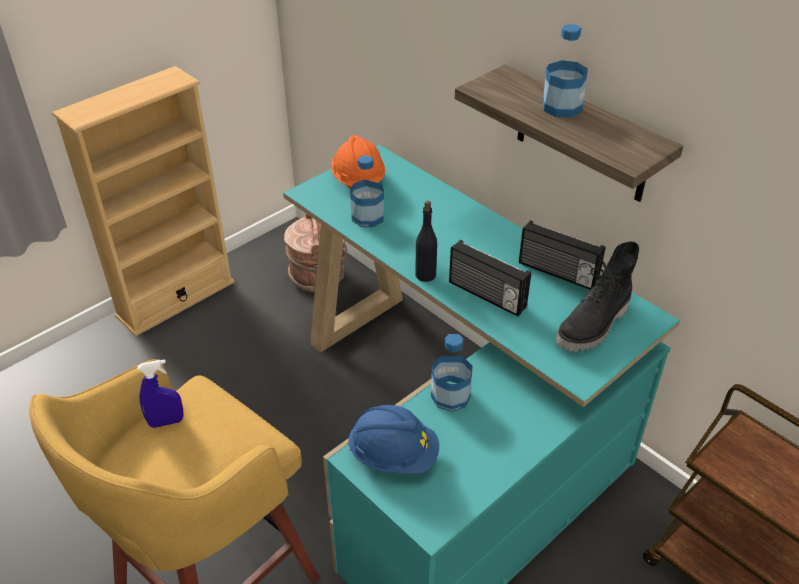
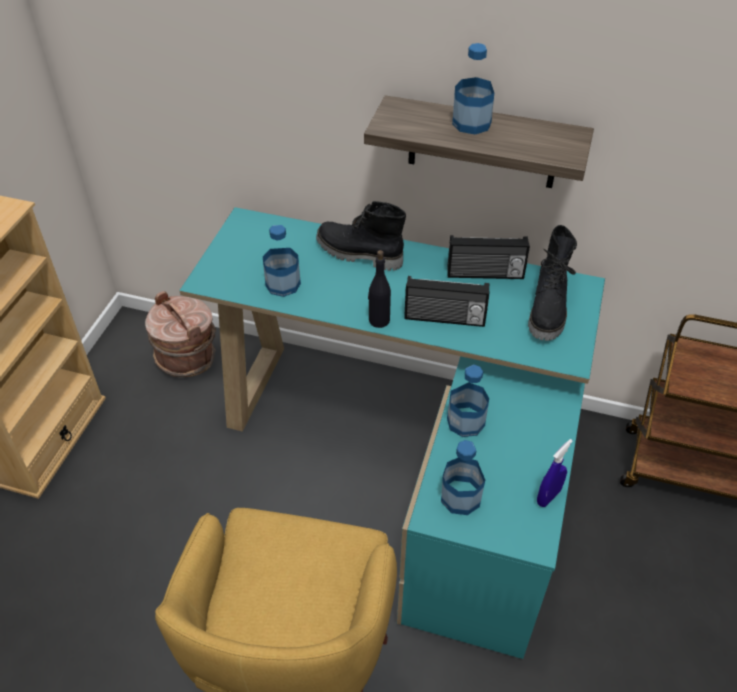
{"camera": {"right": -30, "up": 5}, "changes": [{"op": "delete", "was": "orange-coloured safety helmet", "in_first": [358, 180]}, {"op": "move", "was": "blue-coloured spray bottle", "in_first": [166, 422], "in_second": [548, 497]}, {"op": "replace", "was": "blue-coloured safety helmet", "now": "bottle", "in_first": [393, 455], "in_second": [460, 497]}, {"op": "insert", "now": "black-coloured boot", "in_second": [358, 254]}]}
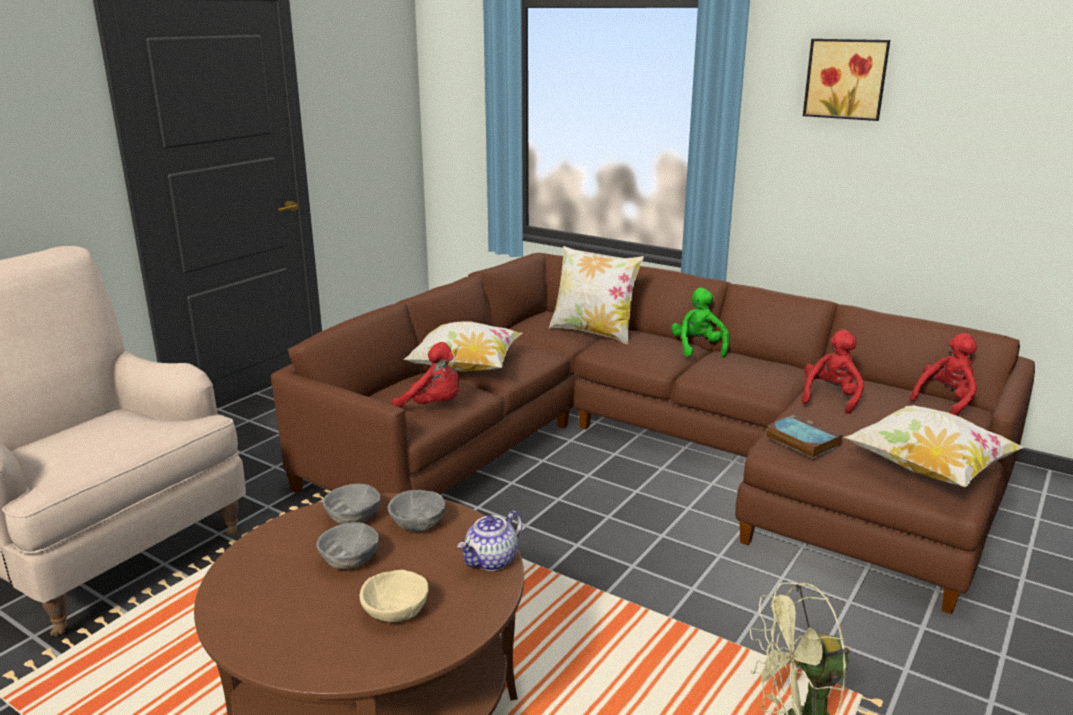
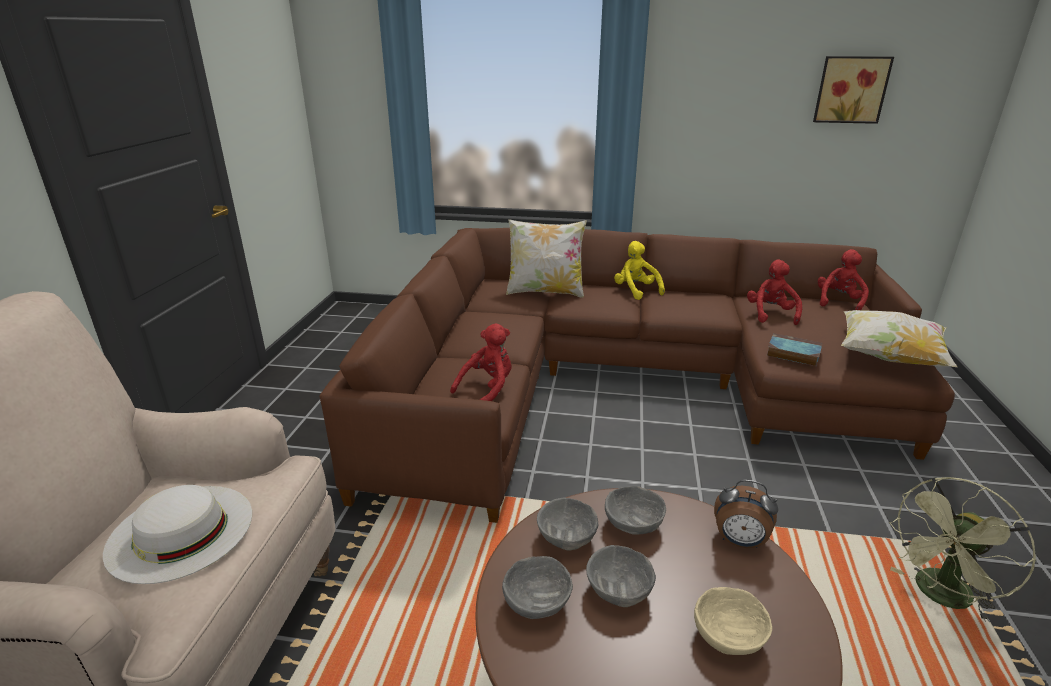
{"camera": {"right": -25, "up": 5}, "changes": [{"op": "move", "was": "picture", "in_first": [846, 79], "in_second": [850, 89]}, {"op": "recolor", "was": "greenish soft toy", "now": "yellowish soft toy", "in_first": [698, 348], "in_second": [636, 291]}, {"op": "delete", "was": "cushion", "in_first": [466, 369]}, {"op": "rotate", "was": "red-coloured soft toy", "in_first": [433, 406], "in_second": [488, 389], "clockwise": -45}, {"op": "replace", "was": "tea pot", "now": "bedside clock", "in_first": [491, 561], "in_second": [739, 542]}, {"op": "insert", "now": "white hat", "in_second": [181, 531]}, {"op": "insert", "now": "grey serving bowl", "in_second": [537, 602]}]}
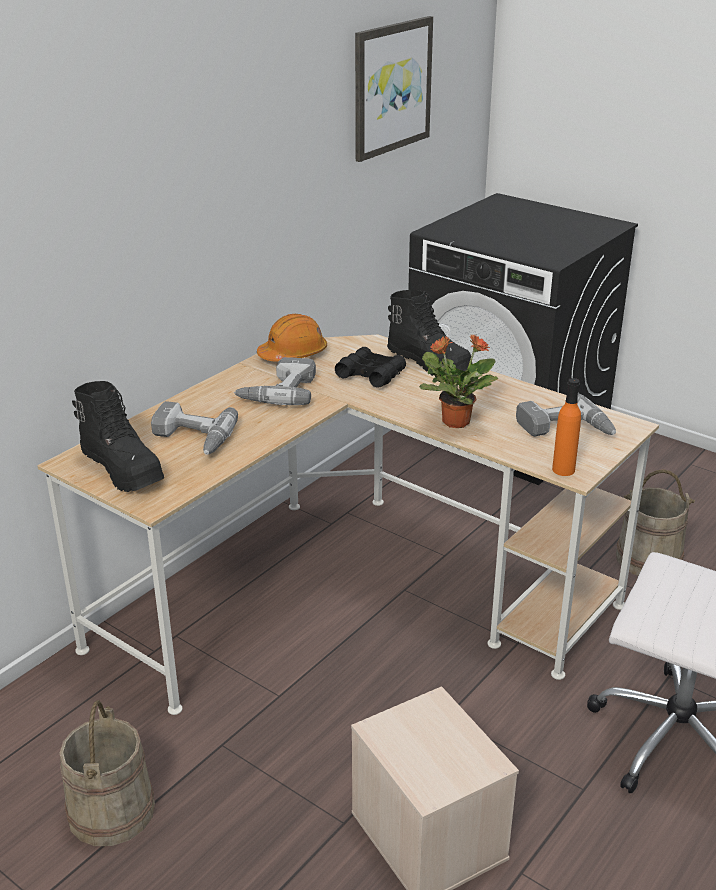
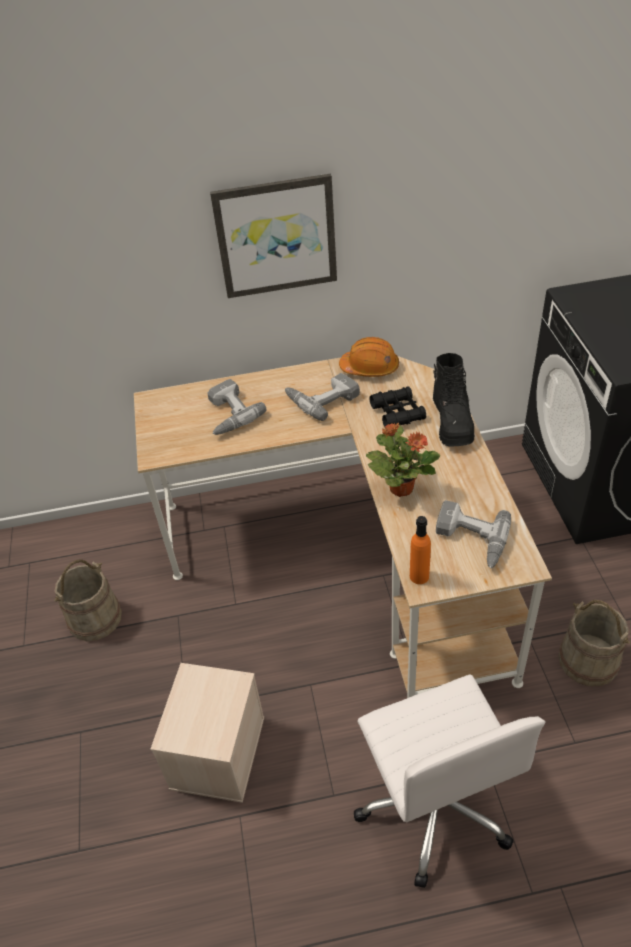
{"camera": {"right": 45, "up": 15}, "changes": [{"op": "move", "was": "picture", "in_first": [391, 87], "in_second": [276, 236]}, {"op": "delete", "was": "black-coloured boot", "in_first": [123, 469]}]}
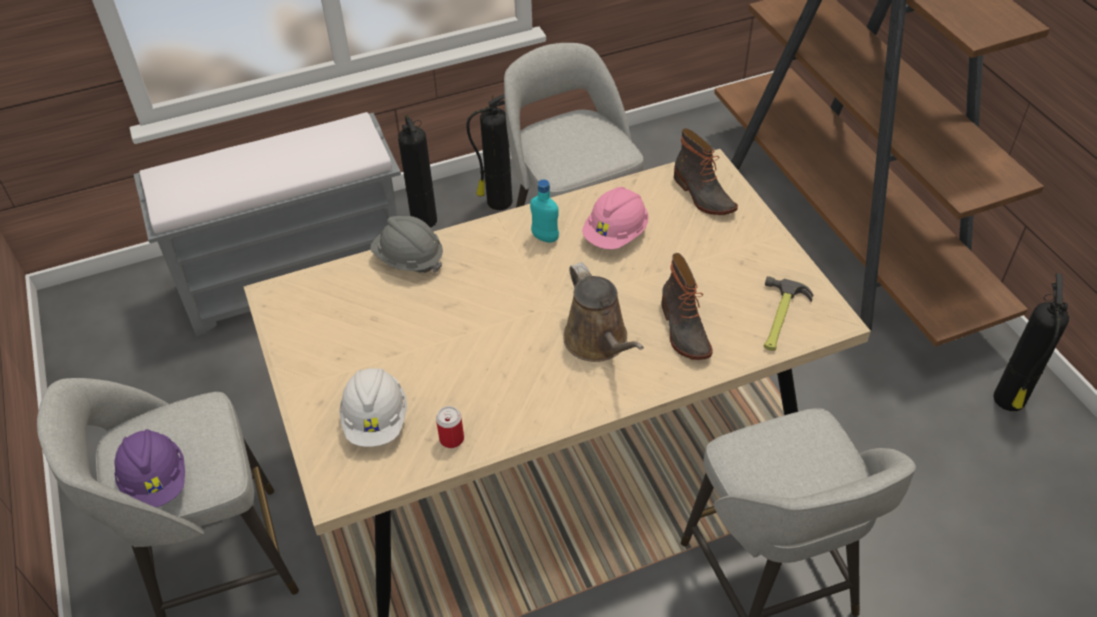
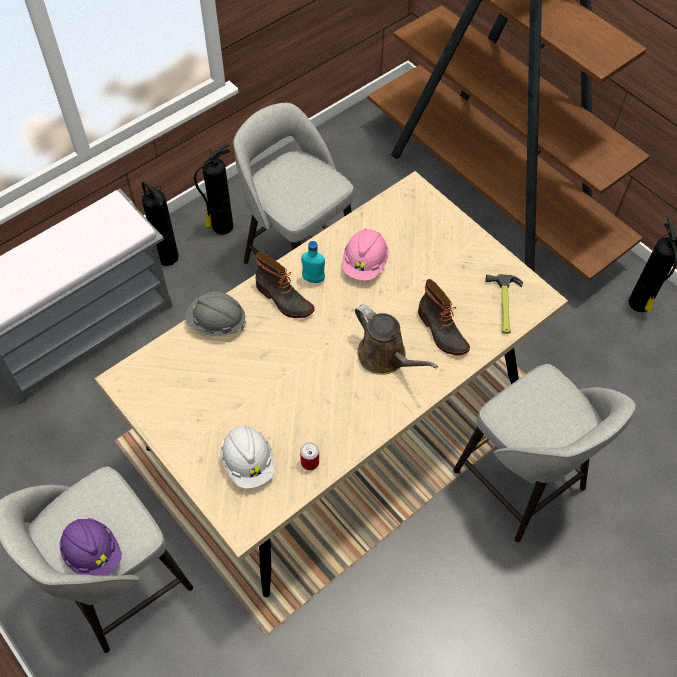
{"camera": {"right": -20, "up": 10}, "changes": [{"op": "move", "was": "boot", "in_first": [702, 195], "in_second": [283, 300]}]}
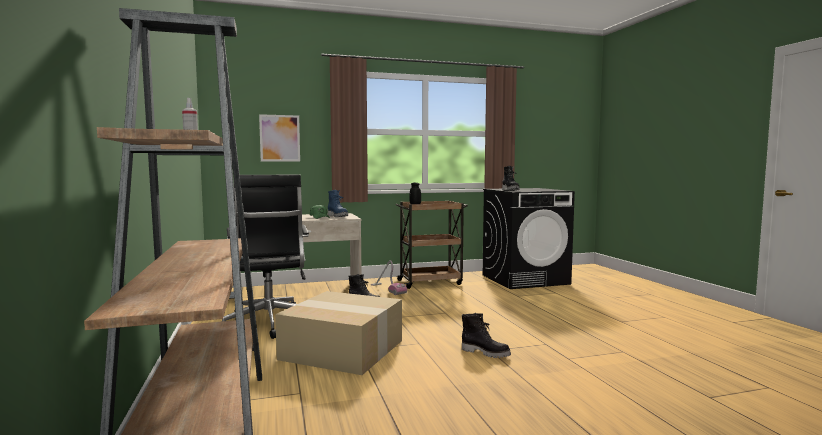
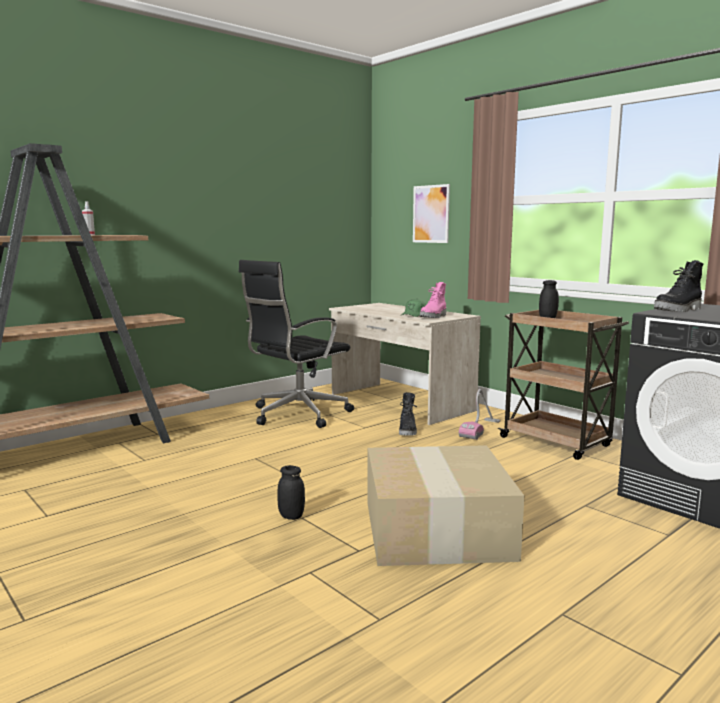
{"camera": {"right": 65, "up": 5}, "changes": [{"op": "recolor", "was": "blue-coloured boot", "now": "pink boot", "in_first": [338, 216], "in_second": [434, 317]}, {"op": "move", "was": "cardboard box", "in_first": [340, 350], "in_second": [434, 528]}, {"op": "replace", "was": "black-coloured boot", "now": "black-coloured preserve jar", "in_first": [486, 353], "in_second": [291, 516]}]}
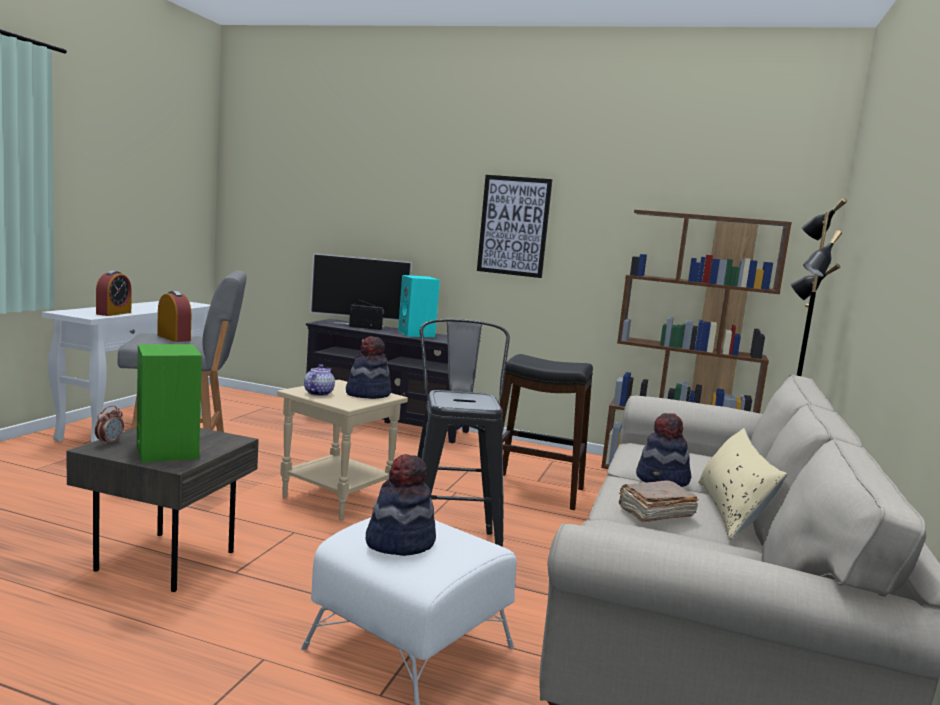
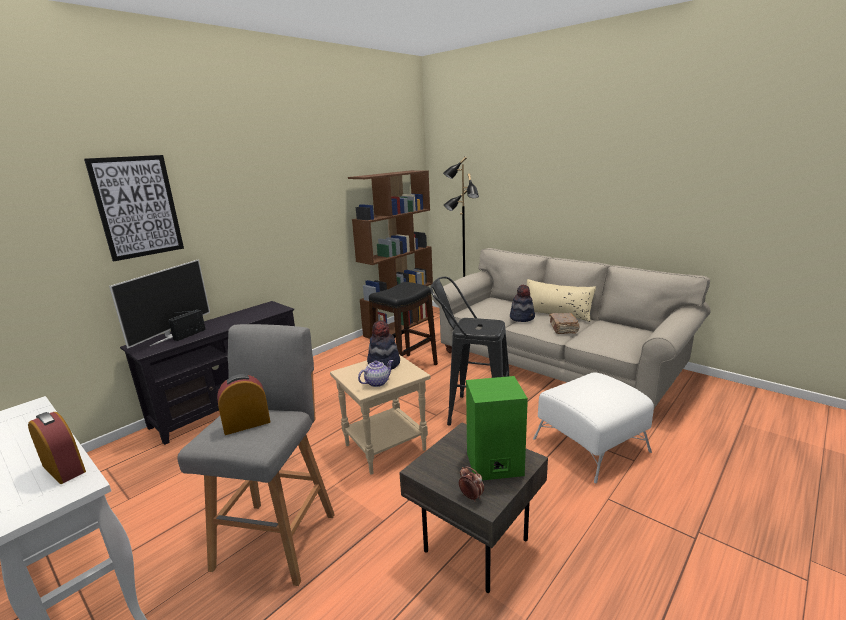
{"camera": {"right": -65, "up": 10}, "changes": [{"op": "move", "was": "picture", "in_first": [514, 226], "in_second": [137, 207]}, {"op": "delete", "was": "blue-green audio speaker", "in_first": [417, 334]}, {"op": "rotate", "was": "tea pot", "in_first": [318, 393], "in_second": [377, 382], "clockwise": 105}, {"op": "delete", "was": "hat", "in_first": [400, 542]}]}
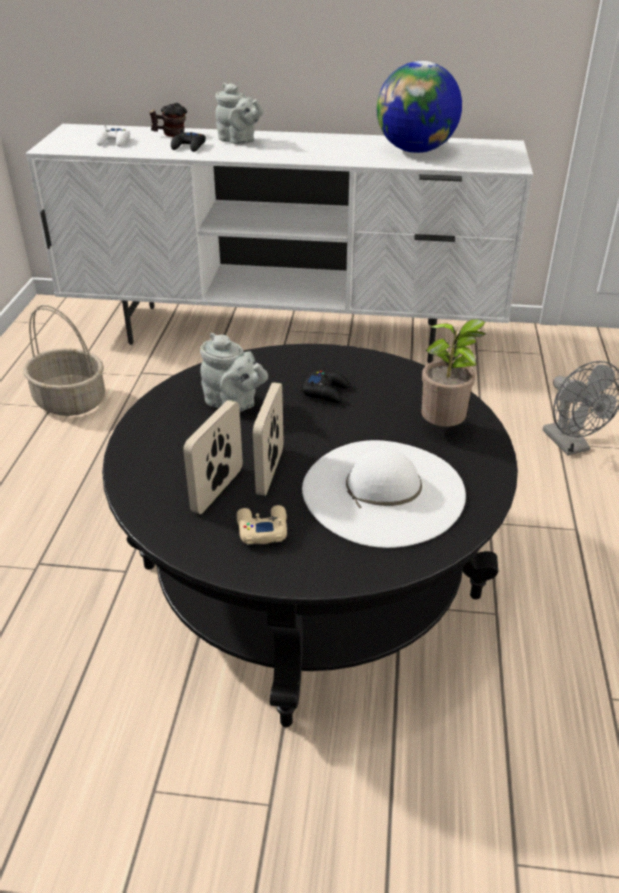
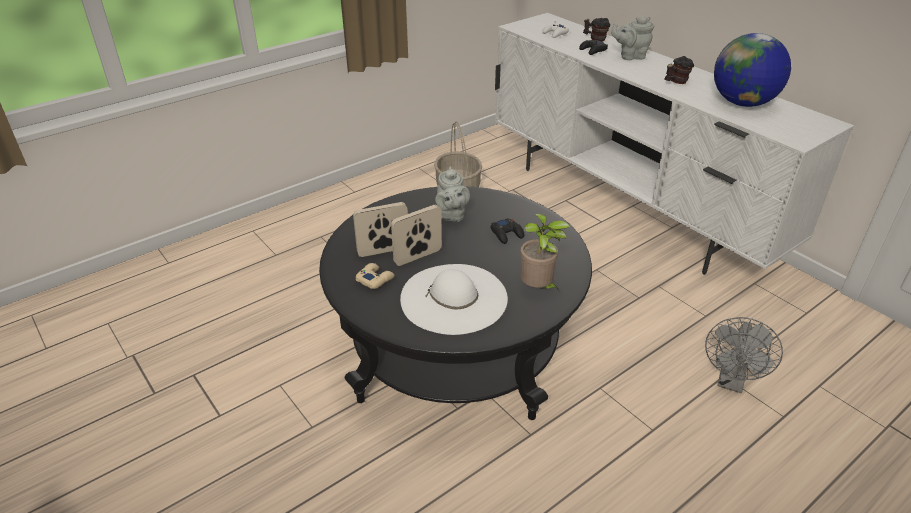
{"camera": {"right": 45, "up": 0}, "changes": [{"op": "rotate", "was": "grey tea pot", "in_first": [239, 141], "in_second": [630, 56], "clockwise": 90}, {"op": "insert", "now": "coffee mug", "in_second": [676, 82]}]}
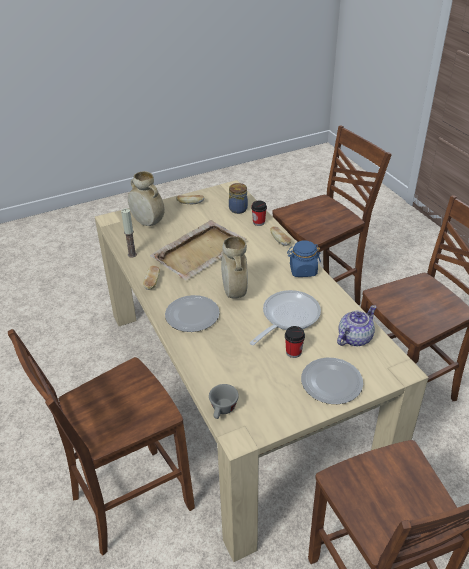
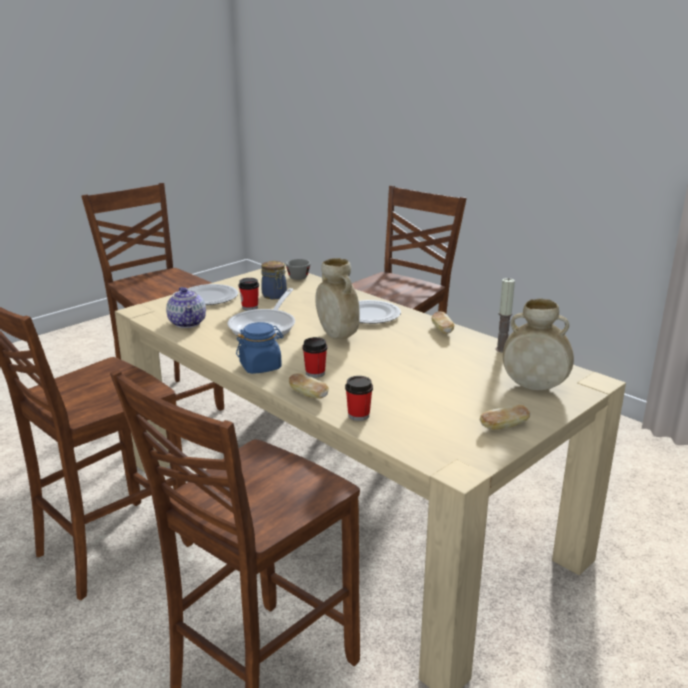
{"camera": {"right": 160, "up": -15}, "changes": [{"op": "move", "was": "preserve jar", "in_first": [238, 208], "in_second": [274, 296]}, {"op": "delete", "was": "beige-coloured tray", "in_first": [200, 251]}, {"op": "rotate", "was": "tea pot", "in_first": [354, 338], "in_second": [187, 323], "clockwise": -45}, {"op": "insert", "now": "cup", "in_second": [315, 373]}]}
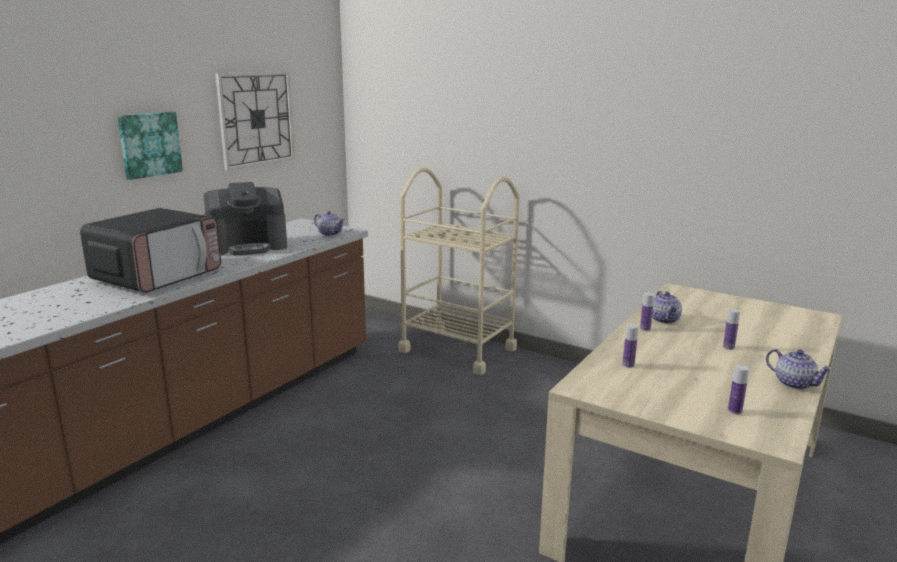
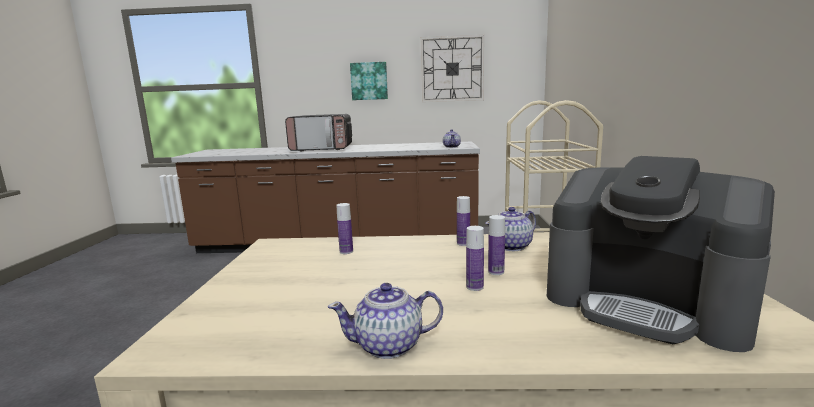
{"camera": {"right": 60, "up": -5}, "changes": [{"op": "move", "was": "coffee maker", "in_first": [248, 246], "in_second": [645, 303]}, {"op": "rotate", "was": "tea pot", "in_first": [794, 383], "in_second": [389, 345], "clockwise": 60}, {"op": "move", "was": "bottle", "in_first": [735, 411], "in_second": [496, 272]}]}
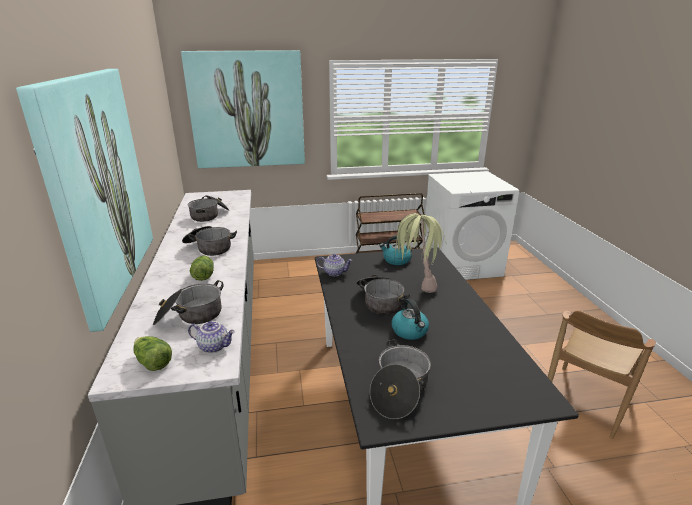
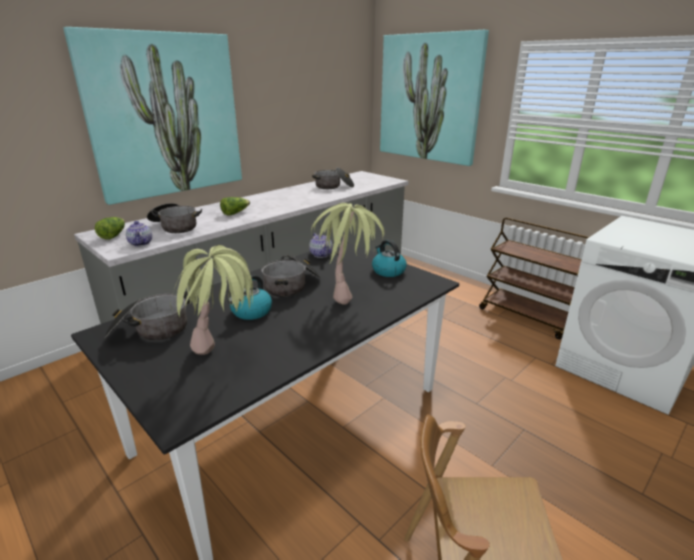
{"camera": {"right": 55, "up": 0}, "changes": [{"op": "delete", "was": "saucepot", "in_first": [209, 248]}, {"op": "insert", "now": "houseplant", "in_second": [224, 358]}]}
